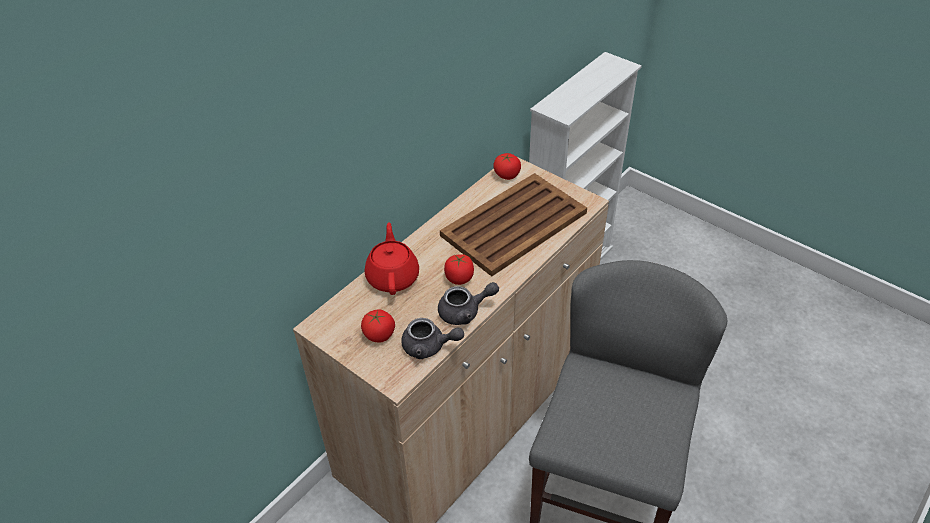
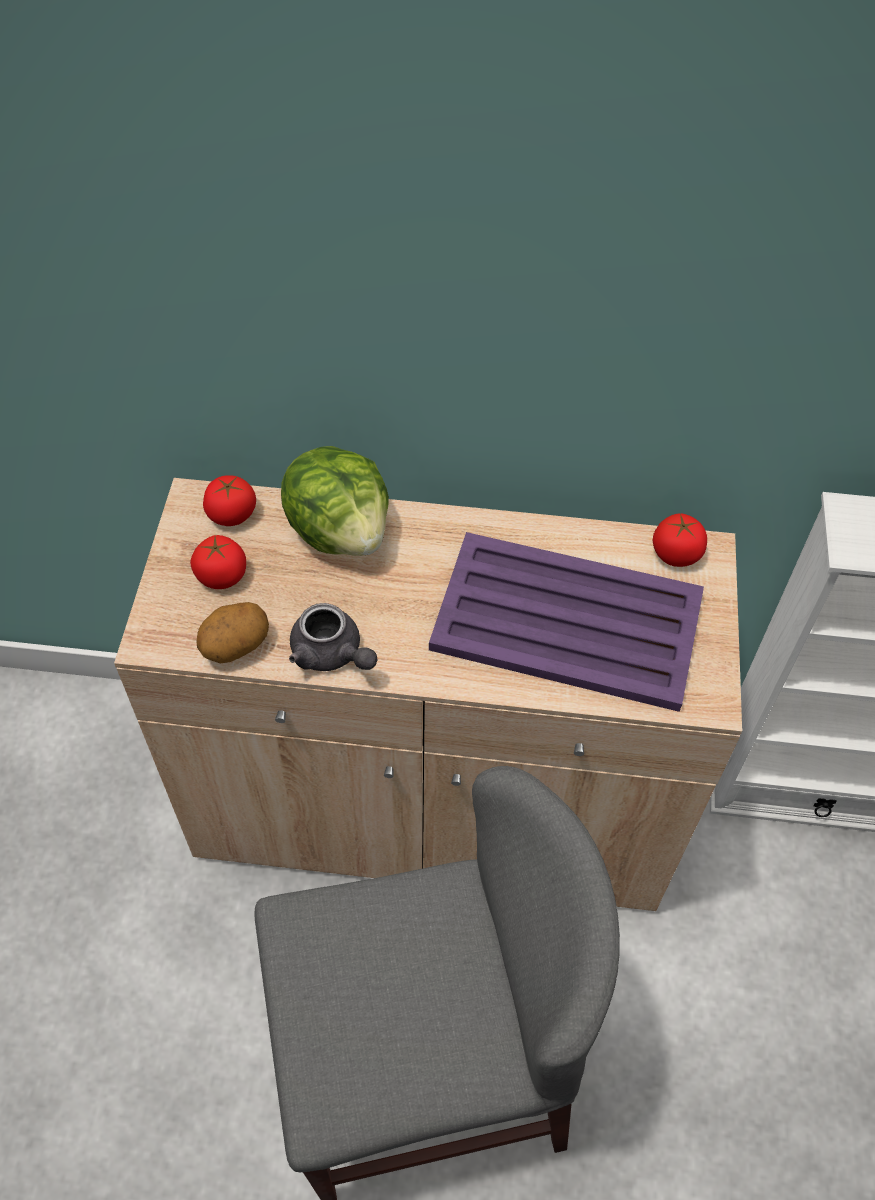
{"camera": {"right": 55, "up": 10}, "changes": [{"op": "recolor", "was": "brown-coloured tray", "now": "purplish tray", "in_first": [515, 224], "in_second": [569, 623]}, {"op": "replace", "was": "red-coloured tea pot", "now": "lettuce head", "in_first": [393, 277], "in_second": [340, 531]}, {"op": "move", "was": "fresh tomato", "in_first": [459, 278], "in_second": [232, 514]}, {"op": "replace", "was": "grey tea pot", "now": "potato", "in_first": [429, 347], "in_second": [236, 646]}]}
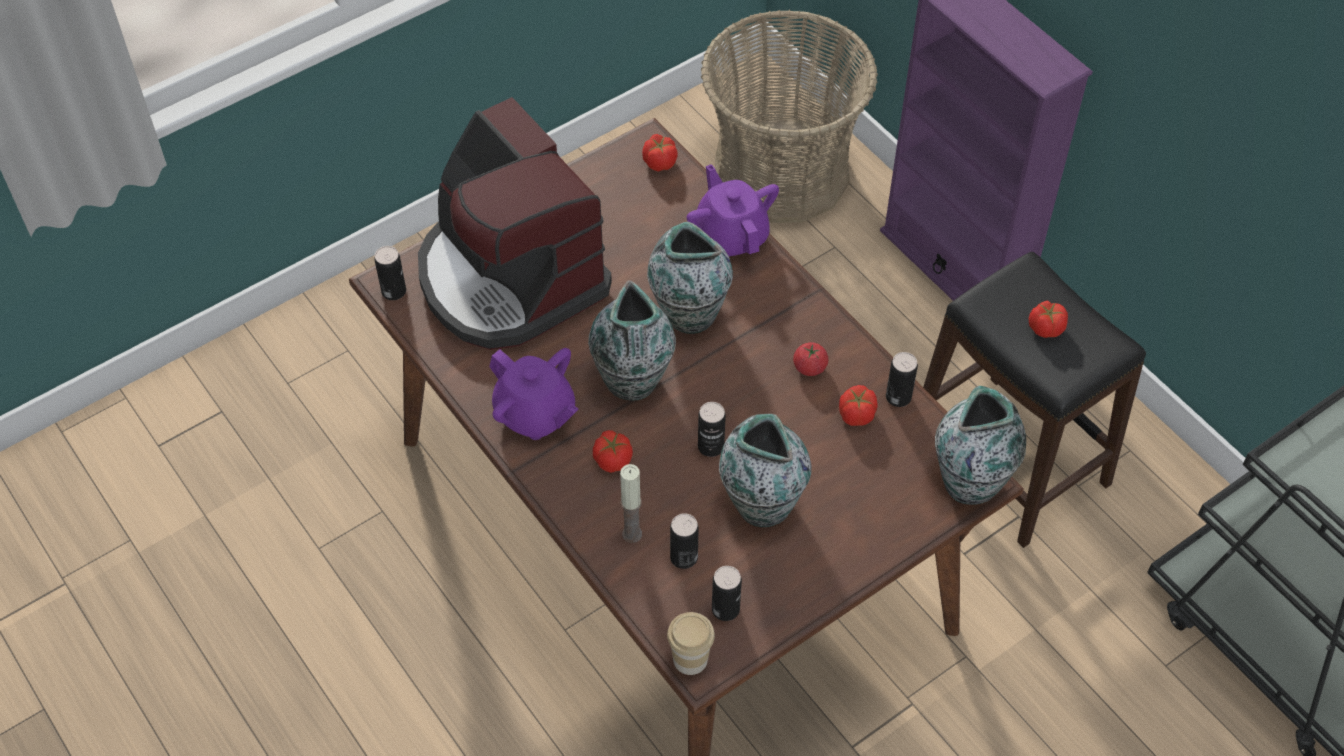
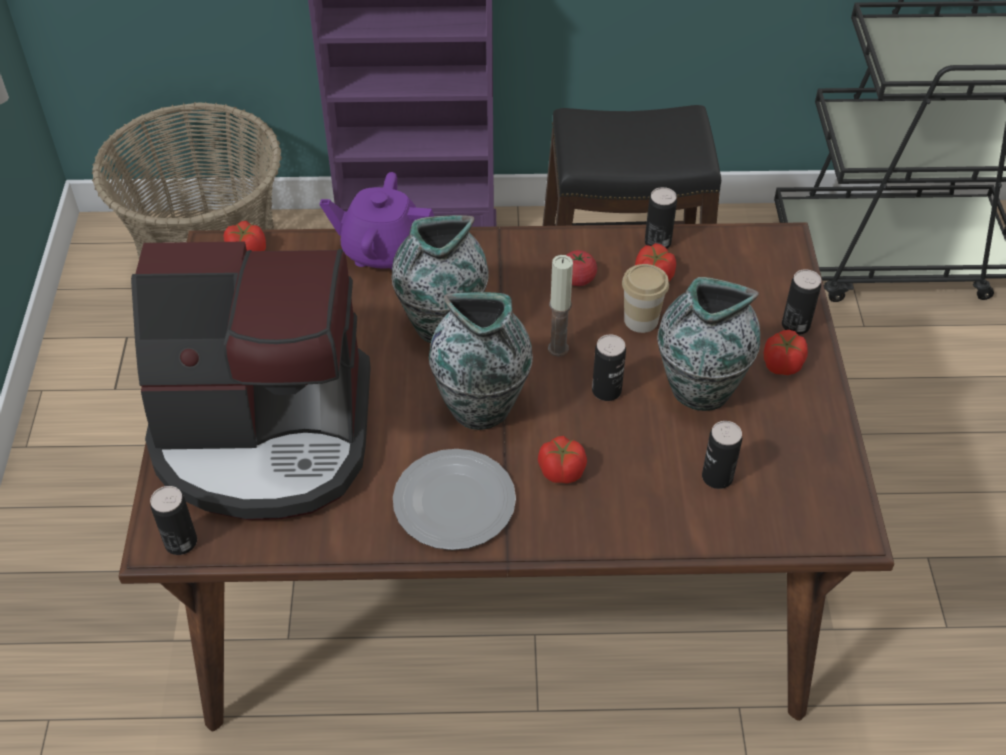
{"camera": {"right": -55, "up": -5}, "changes": [{"op": "move", "was": "fresh tomato", "in_first": [1045, 328], "in_second": [782, 364]}, {"op": "replace", "was": "purplish tea pot", "now": "plate", "in_first": [535, 414], "in_second": [453, 503]}, {"op": "delete", "was": "vase", "in_first": [971, 481]}, {"op": "move", "was": "wax light", "in_first": [632, 534], "in_second": [558, 348]}, {"op": "move", "was": "can", "in_first": [725, 609], "in_second": [795, 325]}, {"op": "move", "was": "cup", "in_first": [690, 659], "in_second": [641, 320]}]}
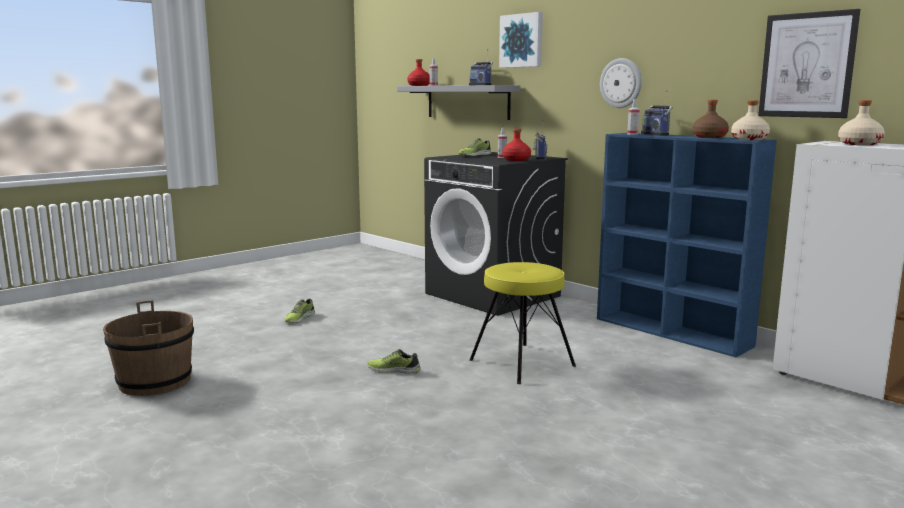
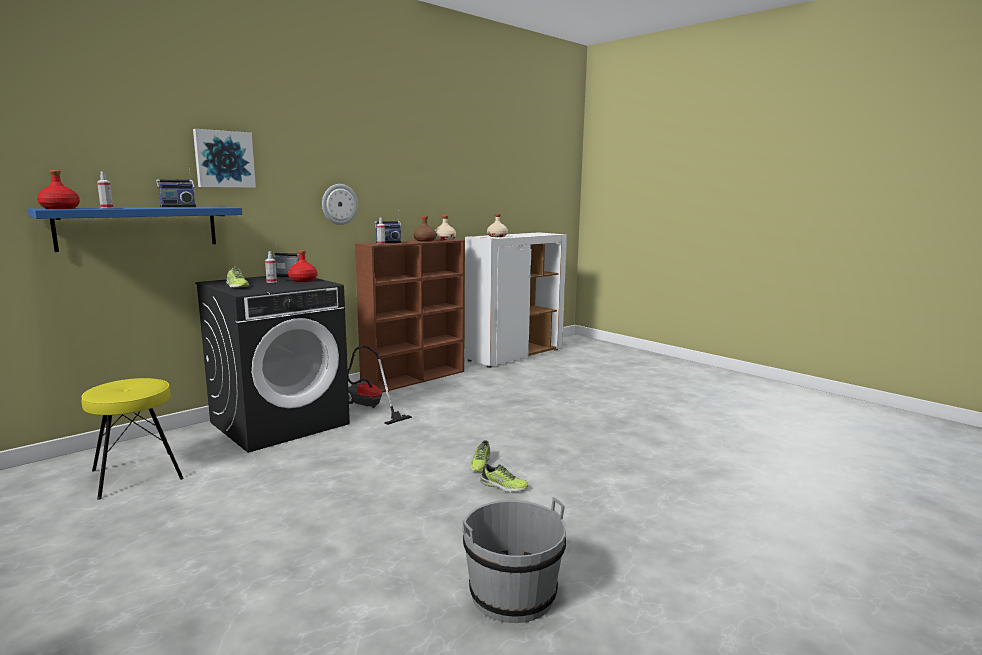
{"camera": {"right": -90, "up": 0}, "changes": [{"op": "delete", "was": "picture", "in_first": [807, 65]}, {"op": "recolor", "was": "grey shelf", "now": "blue-coloured shelf", "in_first": [467, 102], "in_second": [139, 227]}, {"op": "recolor", "was": "blue-coloured bookshelf", "now": "brown-coloured bookshelf", "in_first": [673, 332], "in_second": [415, 378]}, {"op": "move", "was": "yellowish stool seat", "in_first": [522, 363], "in_second": [138, 474]}, {"op": "move", "was": "shoe", "in_first": [299, 318], "in_second": [503, 486]}, {"op": "recolor", "was": "brown-coloured water bucket", "now": "grey water bucket", "in_first": [154, 382], "in_second": [513, 595]}, {"op": "insert", "now": "vacuum", "in_second": [369, 408]}]}
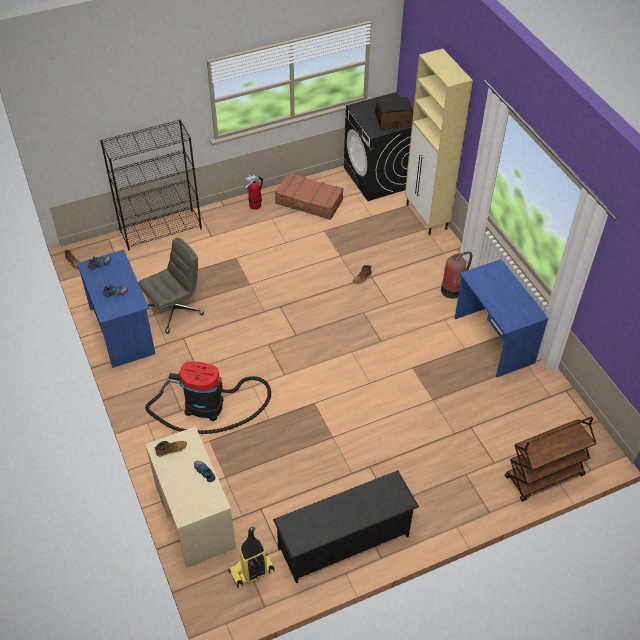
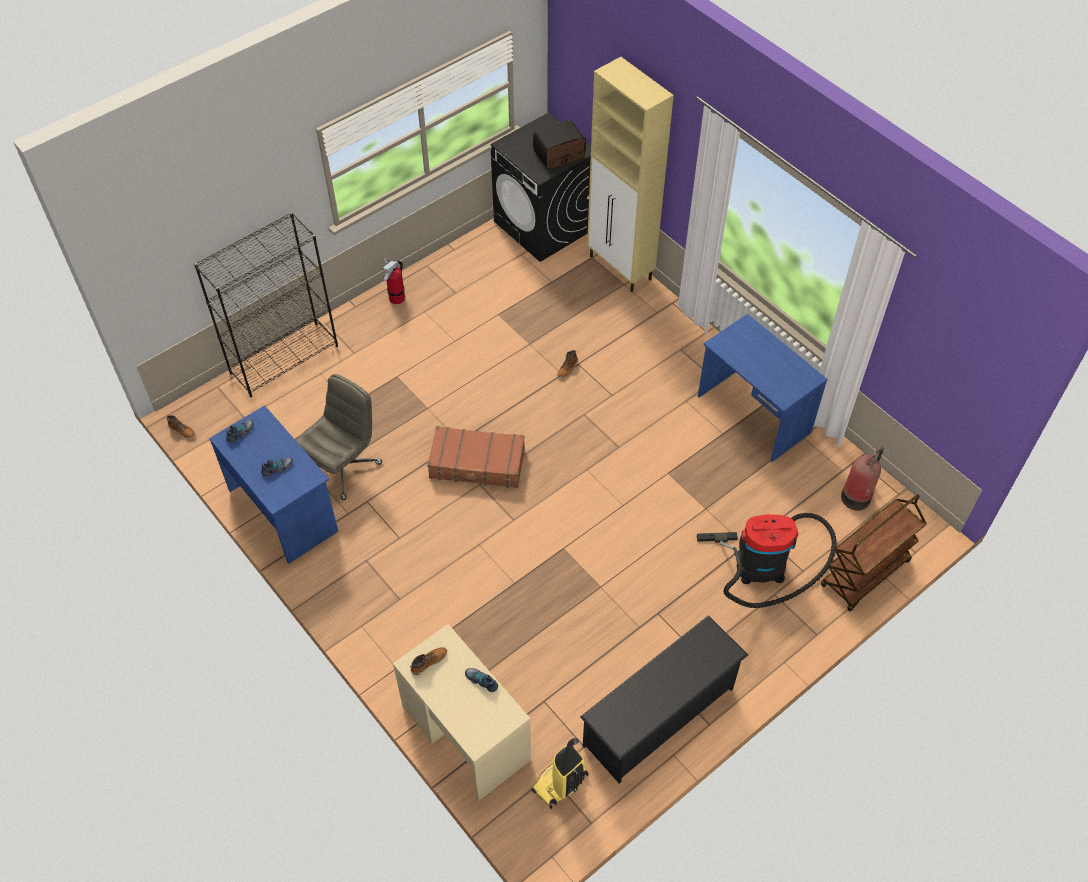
{"camera": {"right": -15, "up": 5}, "changes": [{"op": "move", "was": "brown-coloured travel case", "in_first": [309, 202], "in_second": [477, 464]}, {"op": "move", "was": "extinguisher", "in_first": [453, 290], "in_second": [857, 496]}, {"op": "move", "was": "vacuum", "in_first": [209, 406], "in_second": [766, 565]}]}
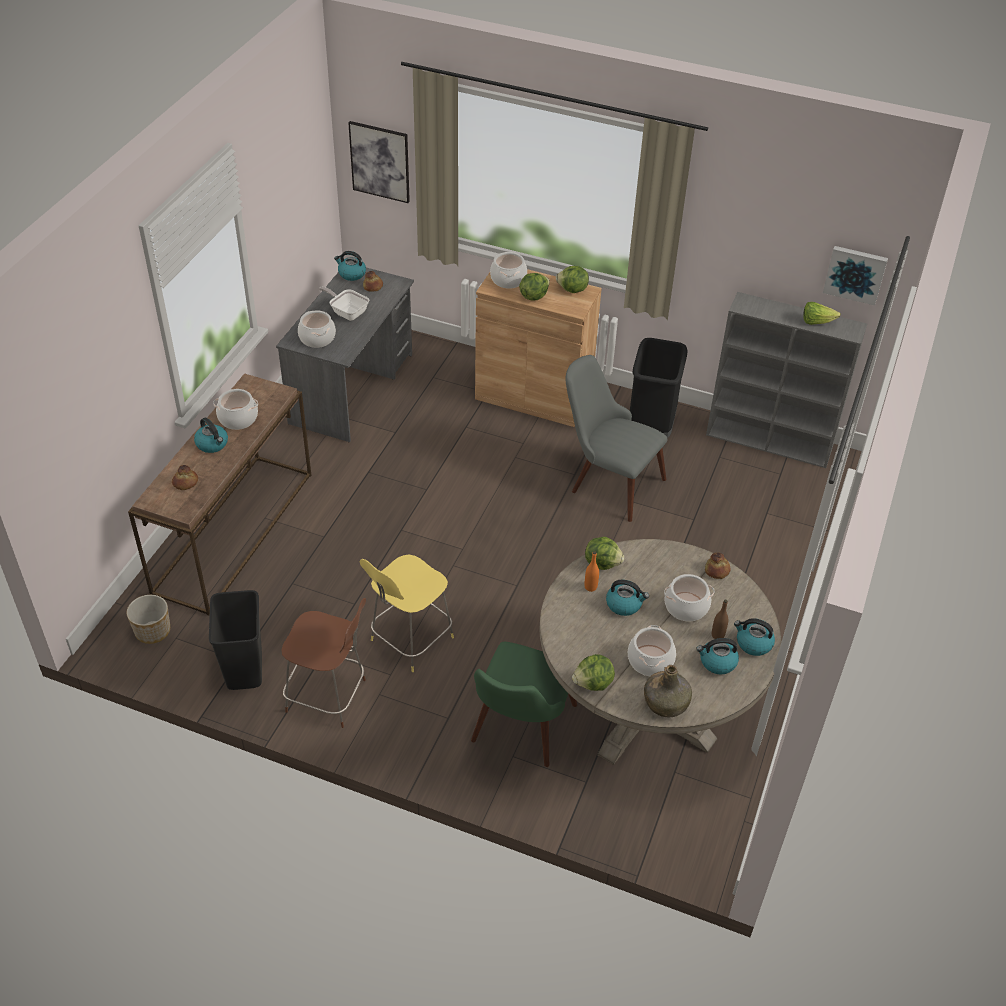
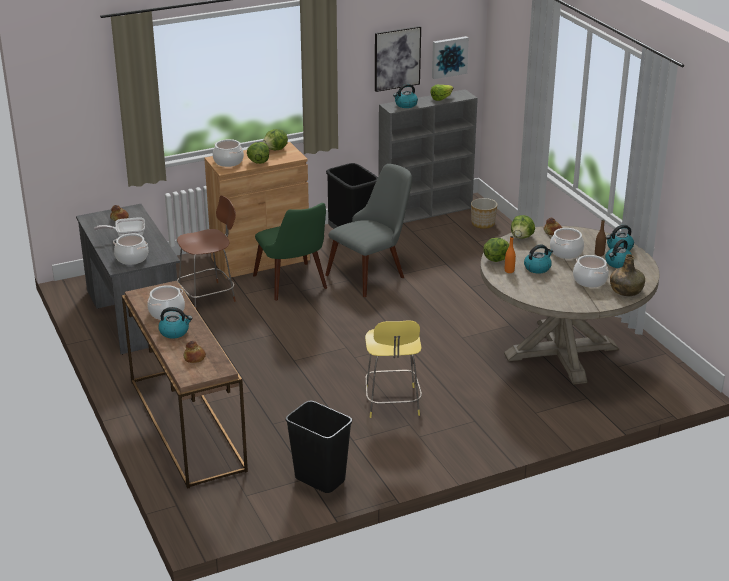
{"camera": {"right": -45, "up": -15}, "changes": [{"op": "move", "was": "picture", "in_first": [380, 161], "in_second": [397, 58]}, {"op": "move", "was": "water kettle", "in_first": [351, 274], "in_second": [405, 105]}, {"op": "rotate", "was": "grey upright chair", "in_first": [607, 481], "in_second": [372, 273], "clockwise": 150}, {"op": "move", "was": "planter", "in_first": [153, 631], "in_second": [483, 223]}, {"op": "move", "was": "brown-coloured stool seat", "in_first": [329, 696], "in_second": [209, 296]}, {"op": "move", "was": "greenish upright chair", "in_first": [518, 733], "in_second": [294, 286]}, {"op": "move", "was": "lettuce head", "in_first": [593, 683], "in_second": [522, 237]}]}
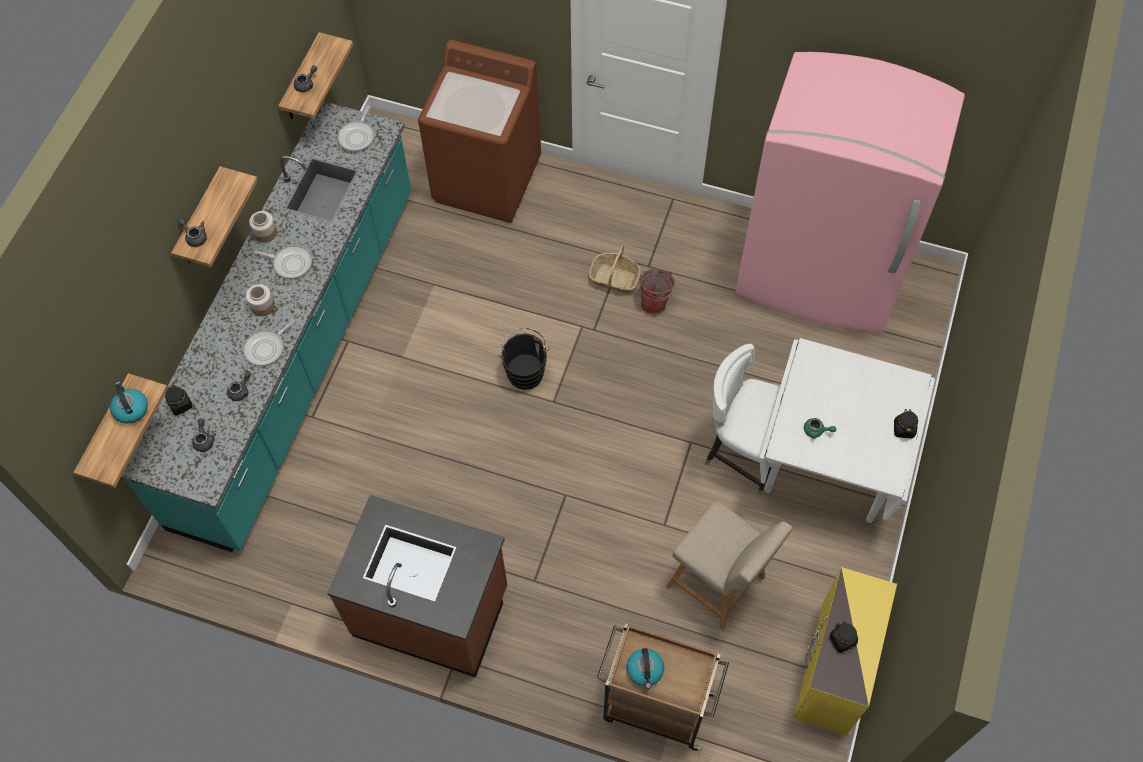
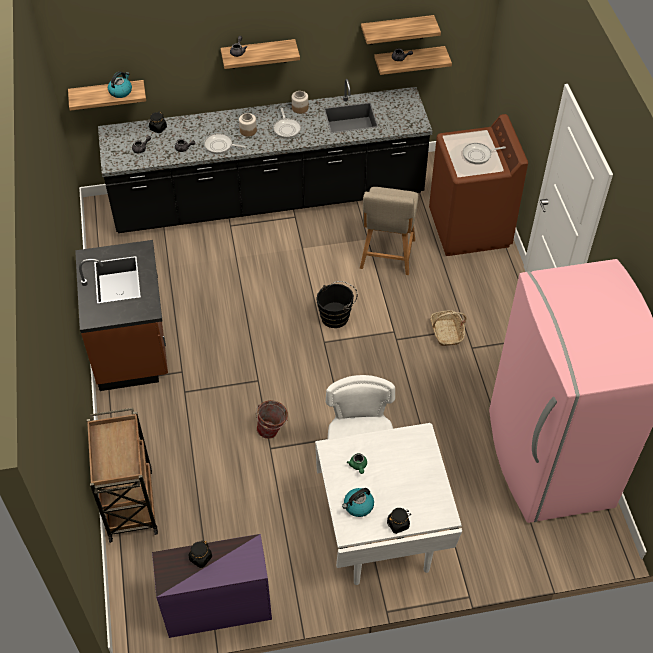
{"camera": {"right": 60, "up": -10}, "changes": [{"op": "recolor", "was": "blue-green kitchen base unit", "now": "black-coloured kitchen base unit", "in_first": [299, 355], "in_second": [269, 199]}, {"op": "move", "was": "pan", "in_first": [357, 136], "in_second": [478, 155]}, {"op": "move", "was": "water bucket", "in_first": [656, 301], "in_second": [273, 431]}, {"op": "move", "was": "beige-coloured upright chair", "in_first": [719, 585], "in_second": [387, 256]}, {"op": "recolor", "was": "yellowish dresser", "now": "purplish dresser", "in_first": [832, 669], "in_second": [217, 606]}, {"op": "move", "was": "water kettle", "in_first": [645, 670], "in_second": [358, 506]}, {"op": "insert", "now": "shelf", "in_second": [397, 30]}]}
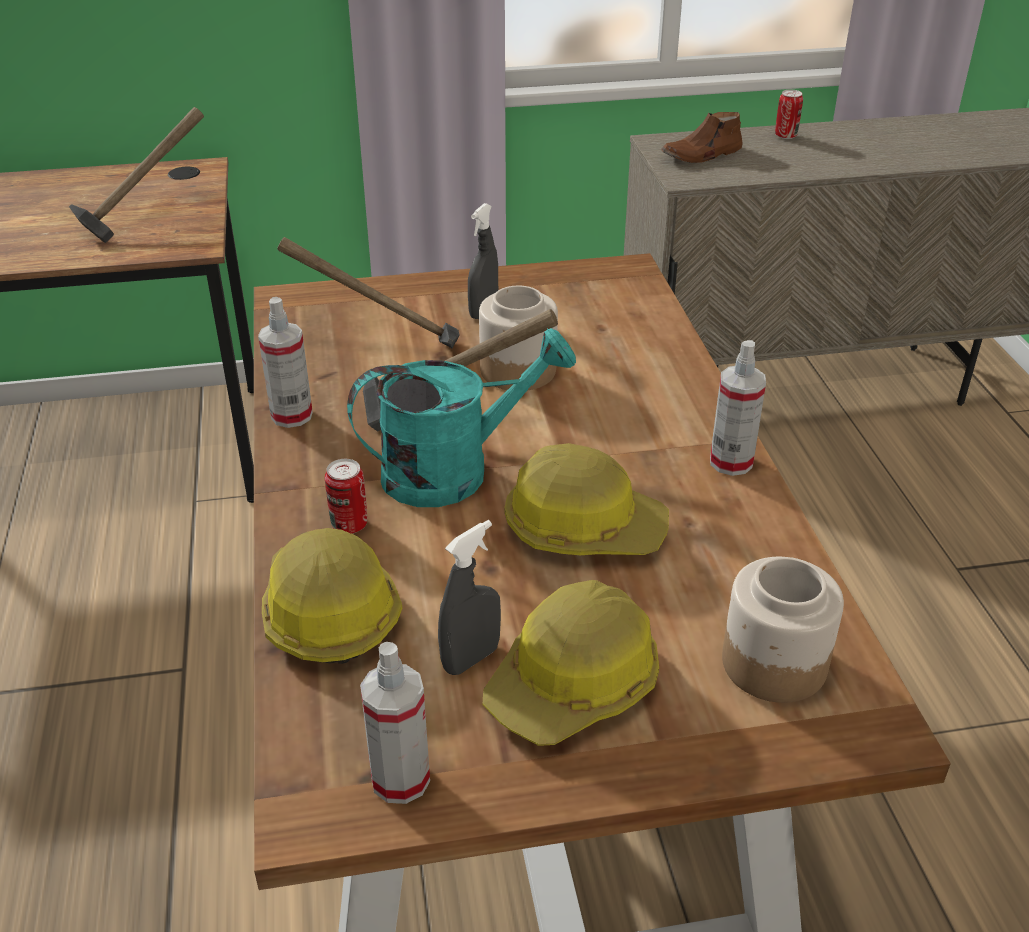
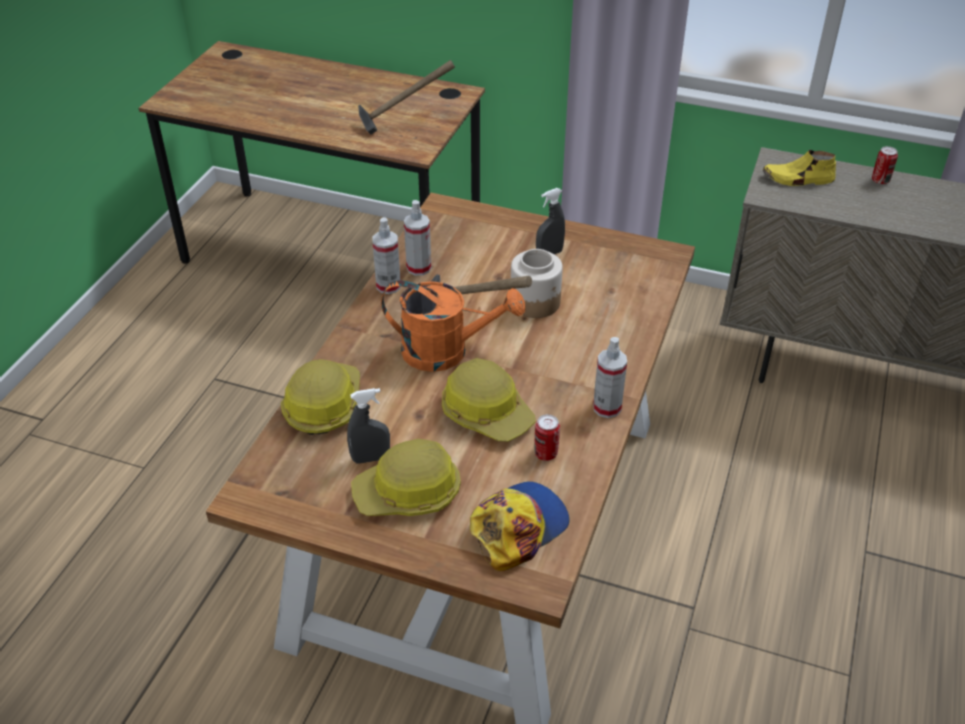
{"camera": {"right": 30, "up": 5}, "changes": [{"op": "recolor", "was": "brown-coloured shoe", "now": "yellowish shoe", "in_first": [702, 155], "in_second": [798, 179]}, {"op": "delete", "was": "hammer", "in_first": [383, 349]}, {"op": "recolor", "was": "blue-green watering can", "now": "orange-coloured watering can", "in_first": [454, 470], "in_second": [447, 352]}, {"op": "move", "was": "can", "in_first": [349, 525], "in_second": [546, 453]}, {"op": "replace", "was": "preserve jar", "now": "baseball cap", "in_first": [772, 663], "in_second": [518, 527]}, {"op": "move", "was": "spray bottle", "in_first": [400, 779], "in_second": [419, 268]}]}
